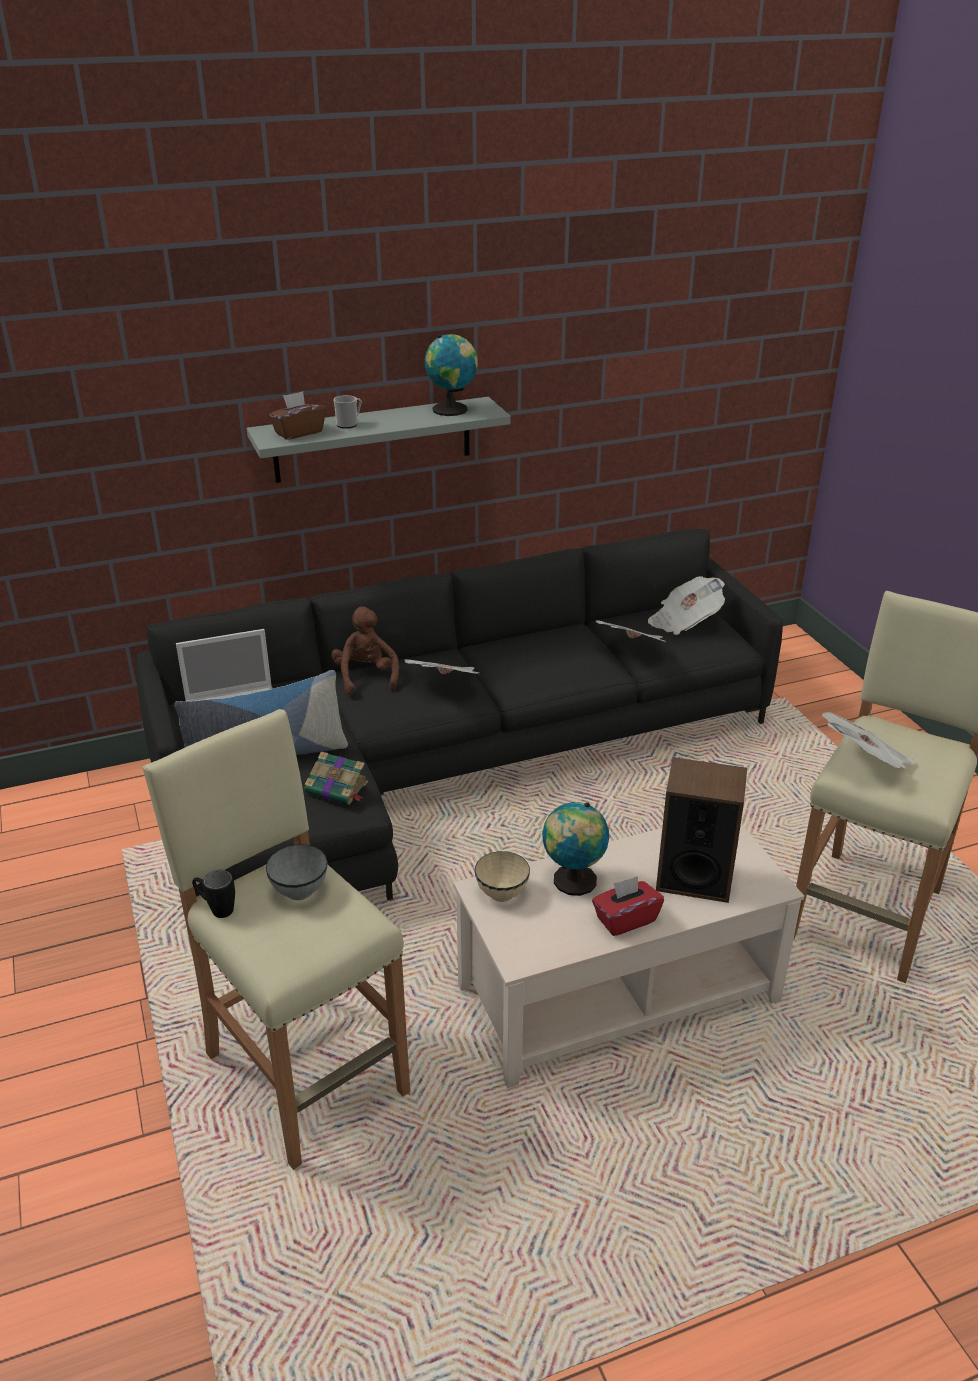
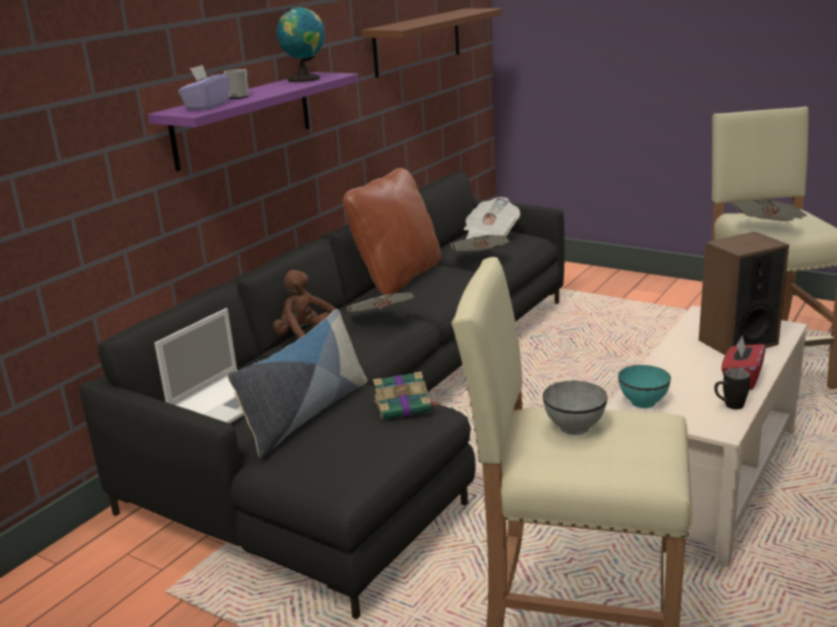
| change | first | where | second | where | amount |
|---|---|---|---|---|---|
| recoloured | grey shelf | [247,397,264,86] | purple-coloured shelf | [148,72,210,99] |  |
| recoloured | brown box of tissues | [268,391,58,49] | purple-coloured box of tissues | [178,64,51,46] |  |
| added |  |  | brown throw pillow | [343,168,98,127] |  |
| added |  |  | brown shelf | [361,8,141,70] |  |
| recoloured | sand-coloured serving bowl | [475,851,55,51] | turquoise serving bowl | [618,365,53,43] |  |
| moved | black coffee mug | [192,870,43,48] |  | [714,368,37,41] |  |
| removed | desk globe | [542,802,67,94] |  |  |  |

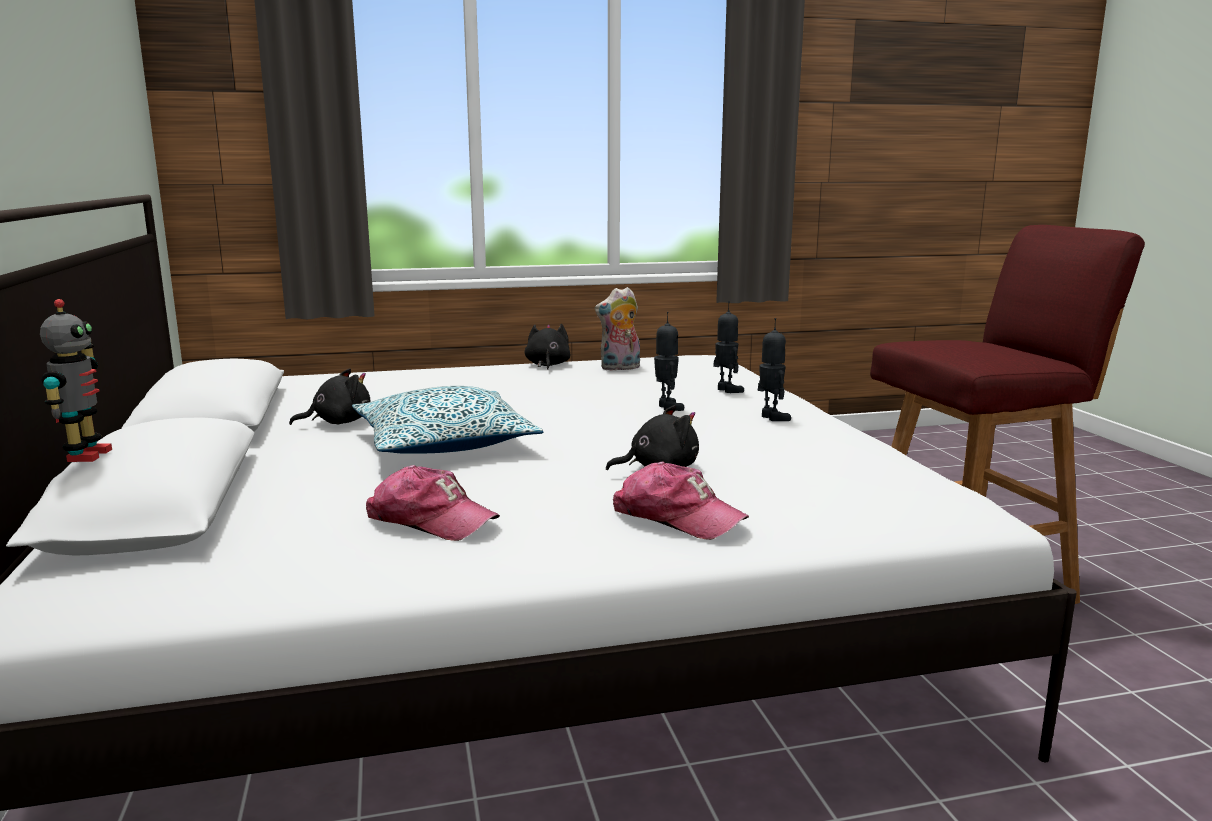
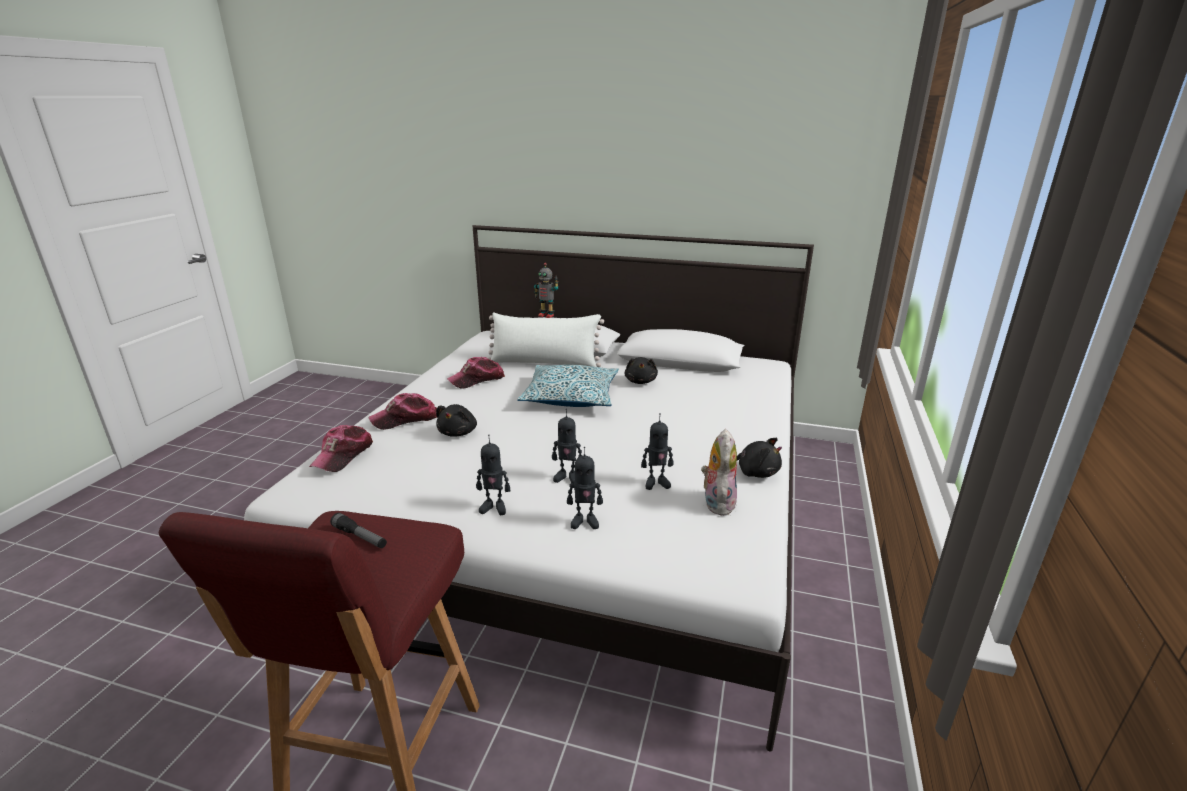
| change | first | where | second | where | amount |
|---|---|---|---|---|---|
| added |  |  | peaked cap | [309,425,64,47] |  |
| added |  |  | torch | [330,513,57,35] |  |
| added |  |  | whitish throw pillow | [488,313,116,54] |  |
| added |  |  | robot figure | [641,414,33,76] |  |

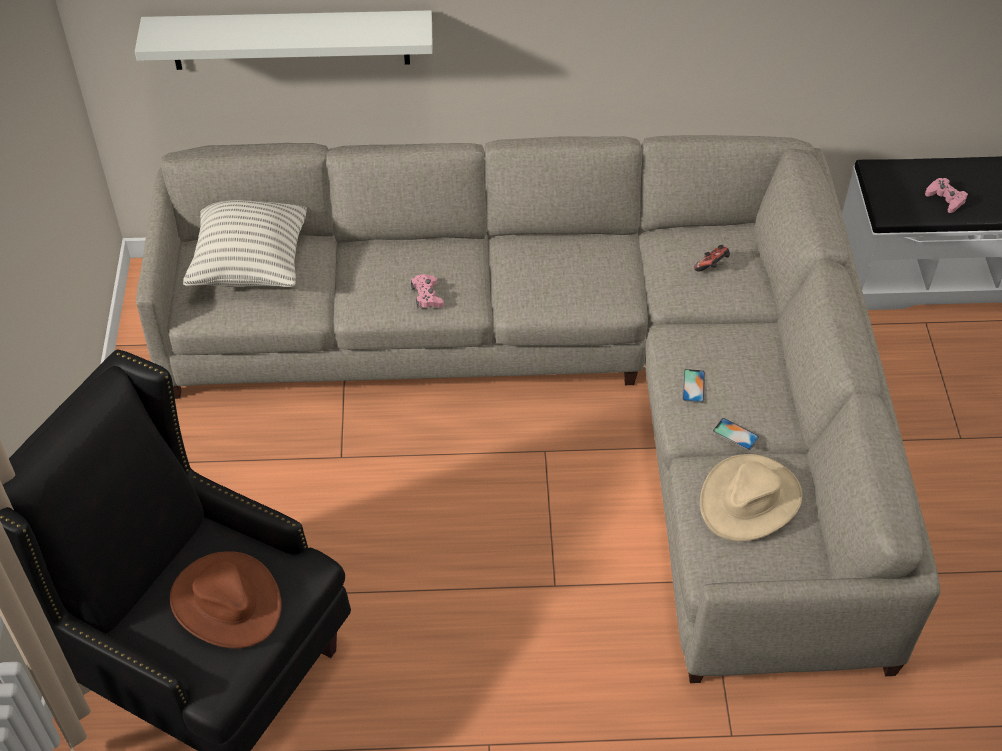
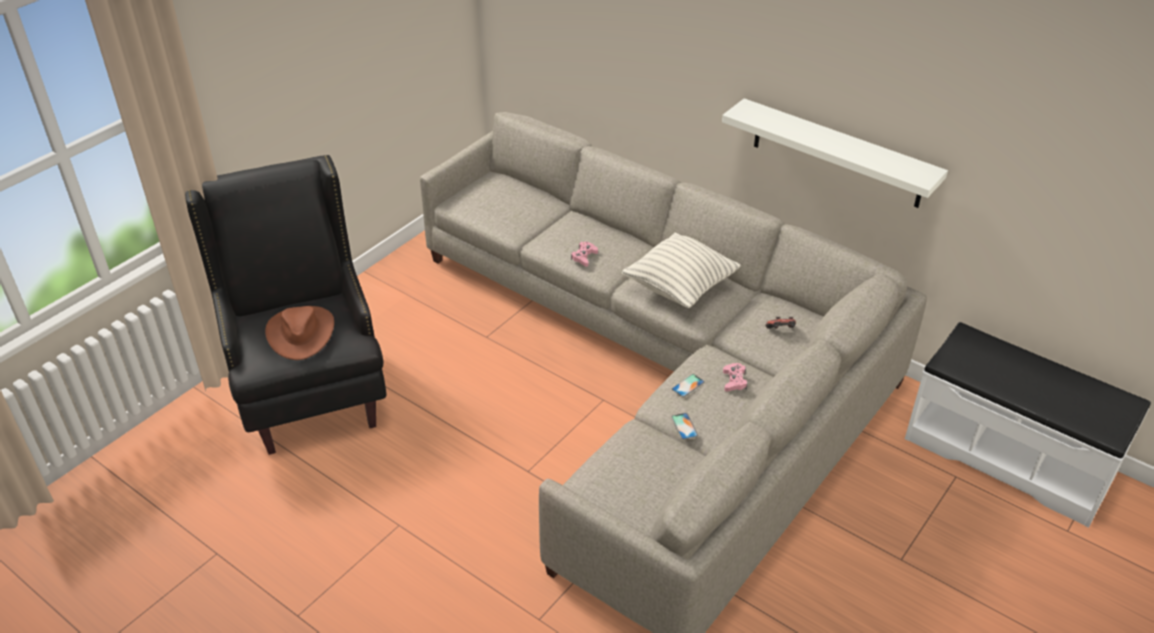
| change | first | where | second | where | amount |
|---|---|---|---|---|---|
| moved | throw pillow | [183,200,124,87] |  | [622,233,119,75] |  |
| moved | whitish shelf | [135,10,298,60] |  | [722,98,226,110] |  |
| moved | pink game controller | [925,178,43,35] |  | [723,363,24,28] |  |
| removed | sand-coloured wearable hat | [700,454,102,87] |  |  |  |

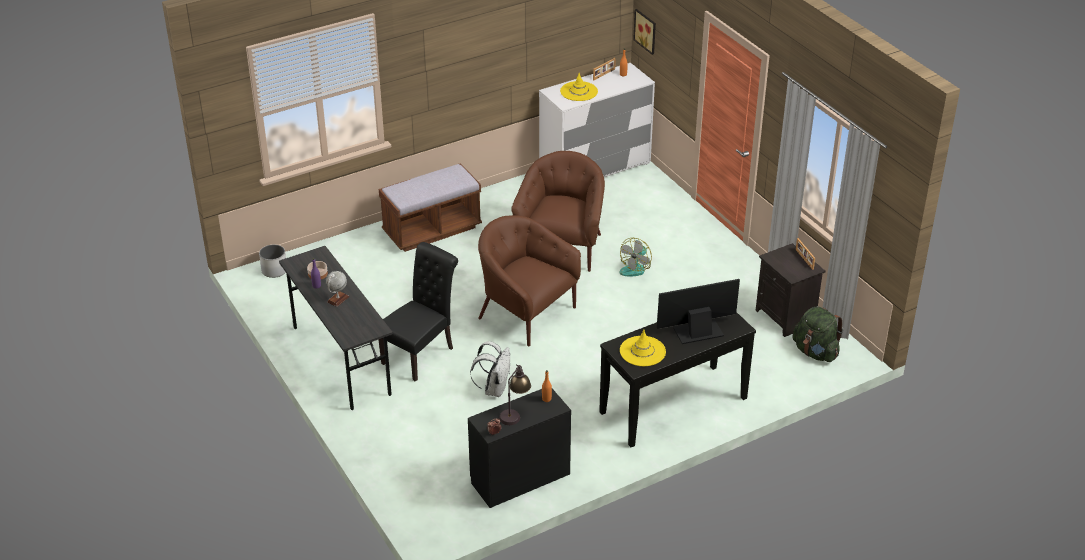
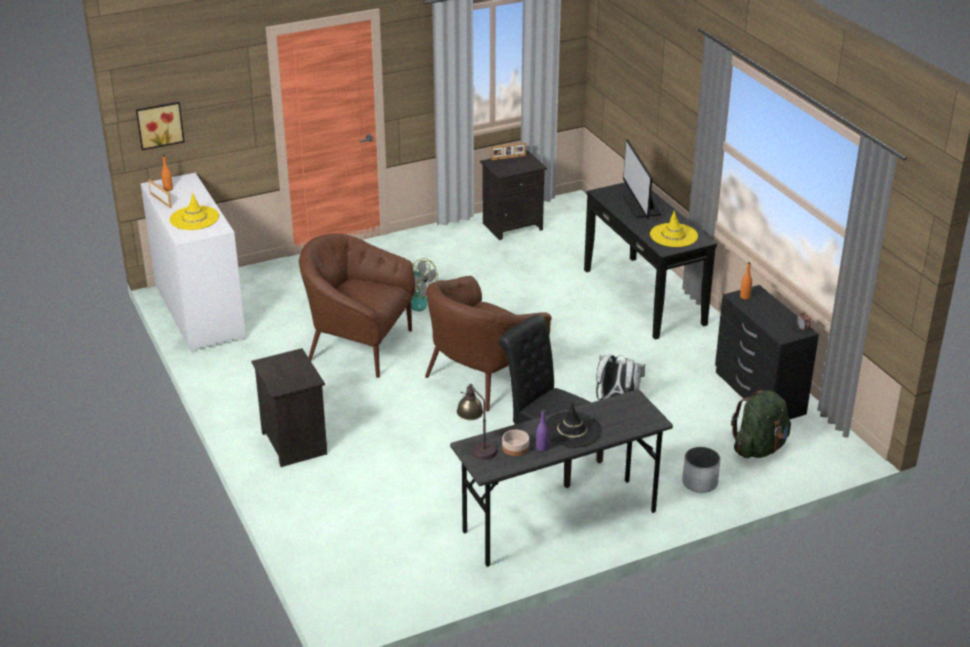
| change | first | where | second | where | amount |
|---|---|---|---|---|---|
| replaced | brown bench | [379,163,103,89] | black night table | [251,348,76,119] |  |
| moved | tabletop lamp | [499,364,32,61] |  | [457,384,40,76] |  |
| replaced | desk globe | [326,271,23,36] | black wearable hat | [546,402,56,46] |  |
| moved | whitish plant pot | [259,245,27,33] |  | [682,447,38,46] |  |
| moved | greenish rucksack | [792,306,51,56] |  | [731,391,60,67] |  |

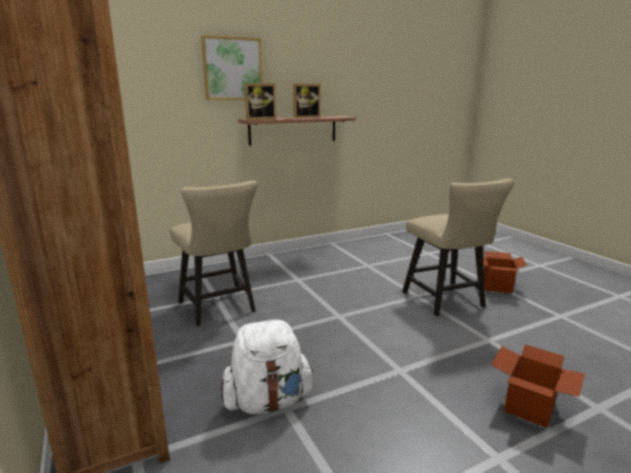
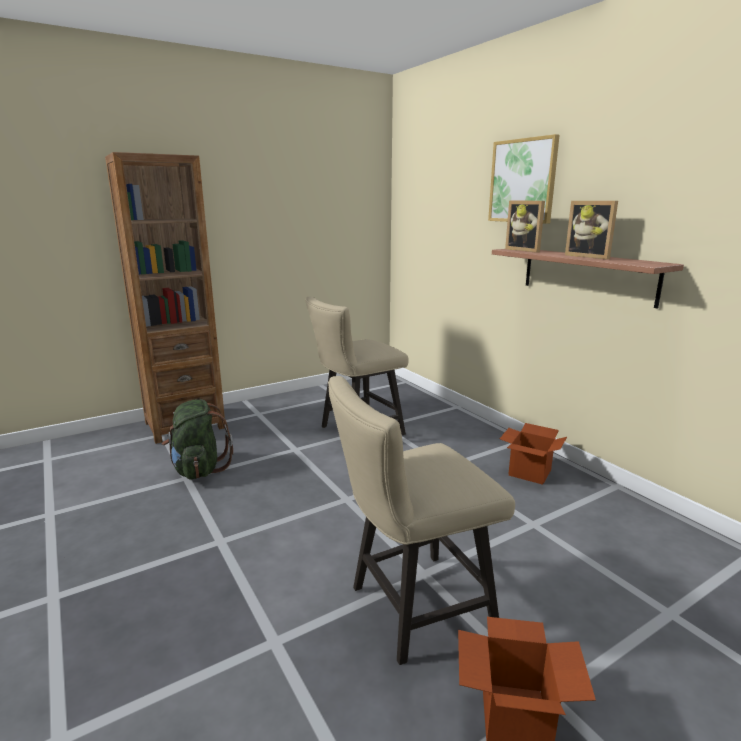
| change | first | where | second | where | amount |
|---|---|---|---|---|---|
| recoloured | whitish rucksack | [221,320,93,94] | greenish rucksack | [162,399,71,80] |  |
| moved | carton | [491,344,94,84] |  | [500,423,67,62] |  |

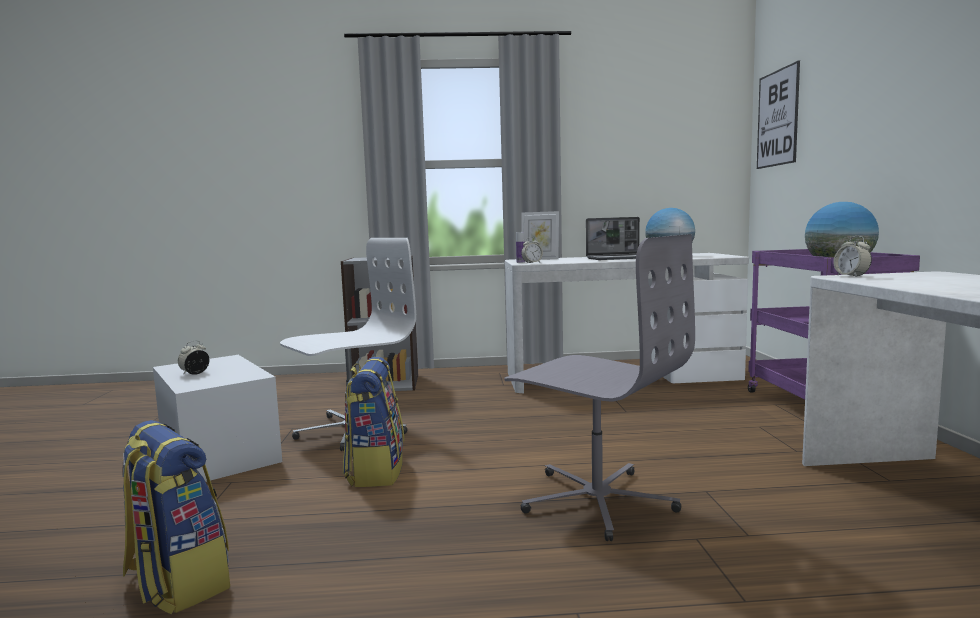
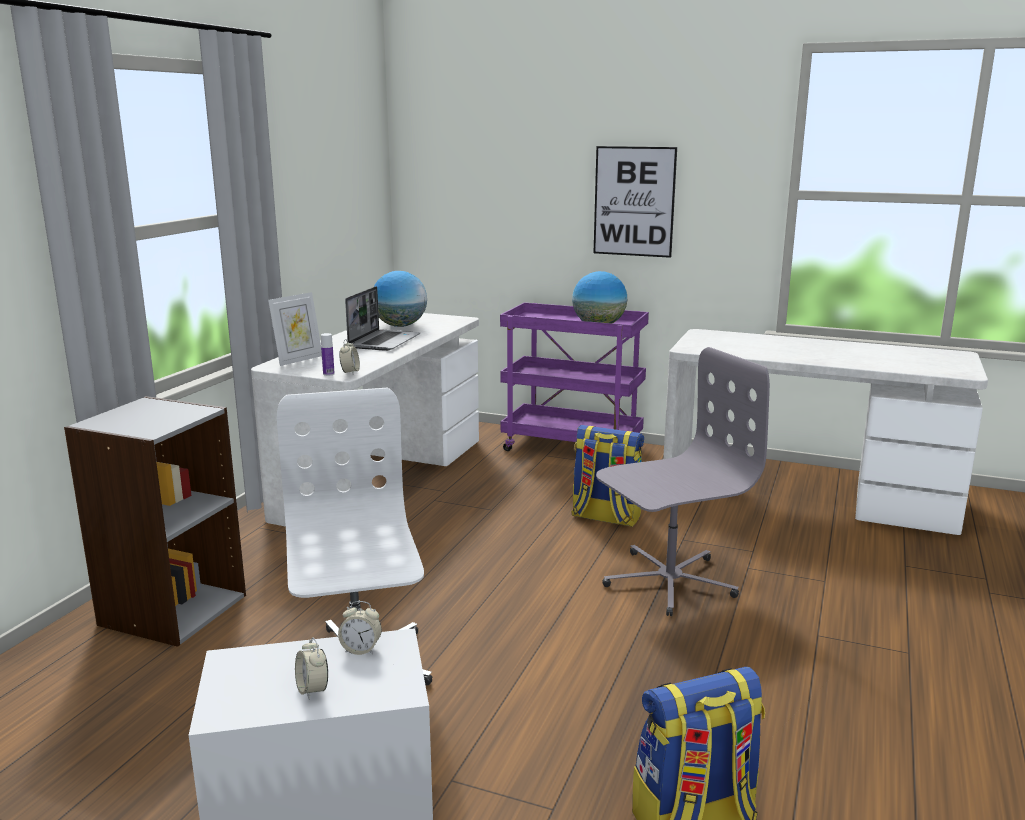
| change | first | where | second | where | amount |
|---|---|---|---|---|---|
| moved | table clock | [833,236,39,41] |  | [338,601,44,54] |  |
| moved | rucksack | [343,357,61,130] |  | [571,425,73,102] |  |
| moved | wall art | [757,61,43,108] |  | [594,146,83,112] |  |

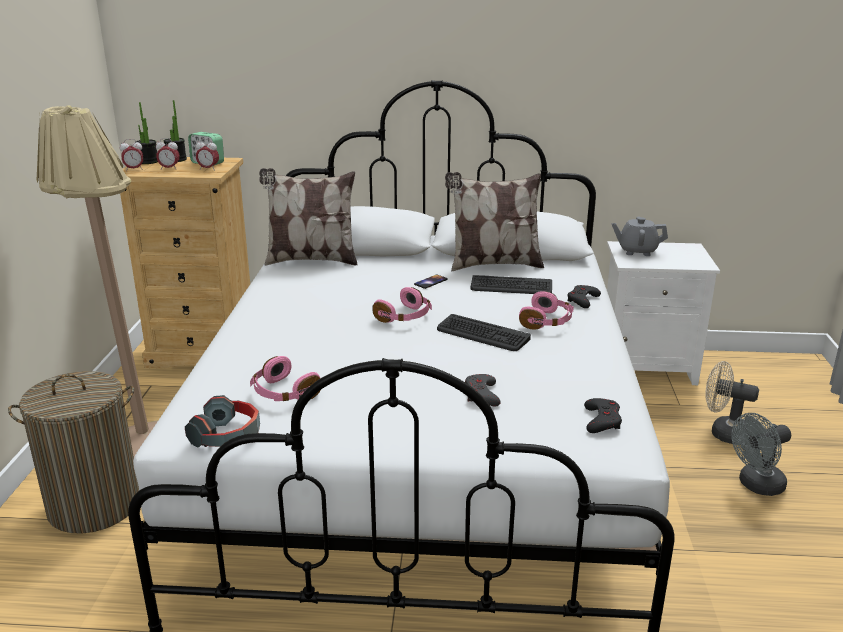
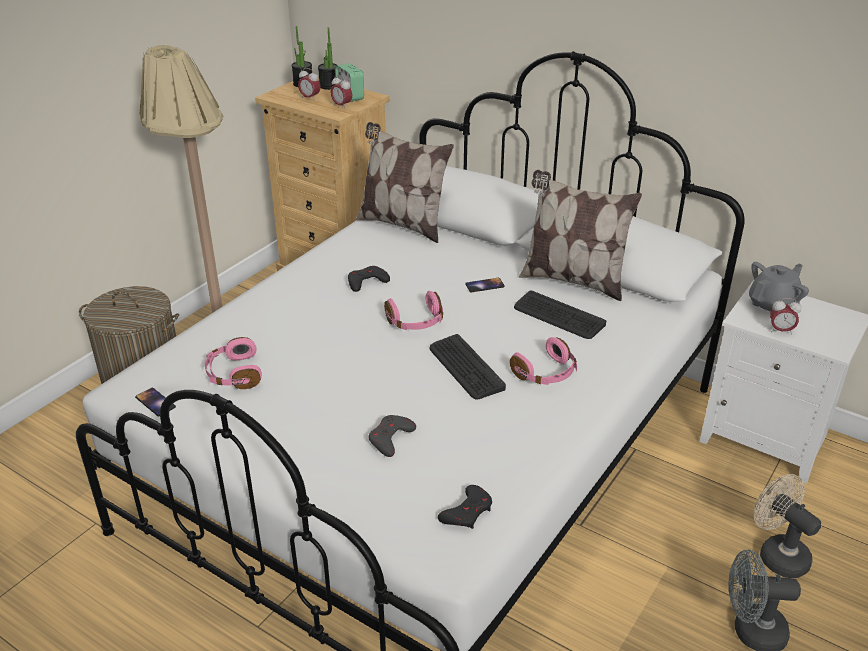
| change | first | where | second | where | amount |
|---|---|---|---|---|---|
| replaced | headphones | [185,395,75,52] | phone | [135,388,41,29] |  |
| moved | black game controller | [567,285,34,23] |  | [348,266,42,26] |  |
| turned | grey pot for tea | [611,217,57,39] |  | [749,262,60,50] | 105 degrees clockwise |
| moved | table clock | [119,139,24,32] |  | [770,298,31,36] |  |

